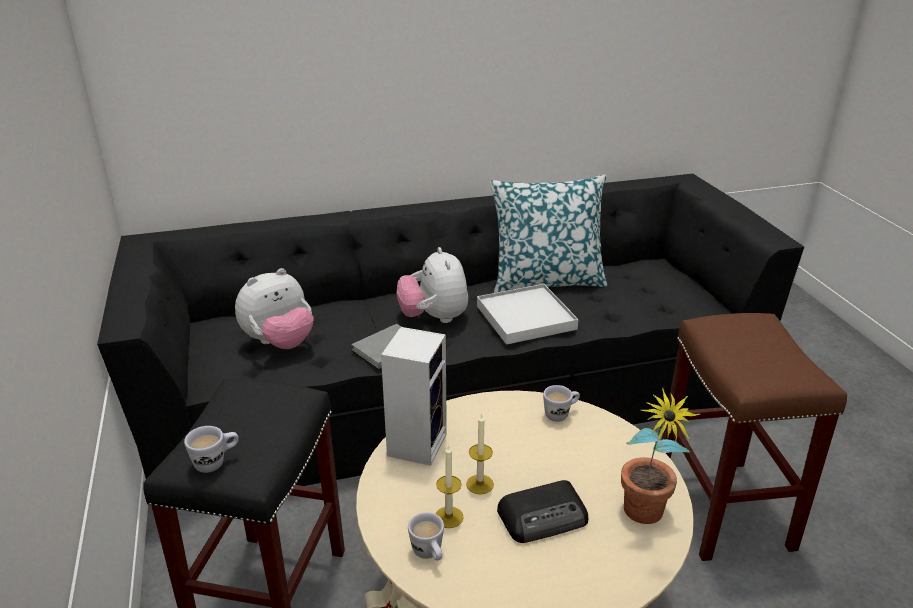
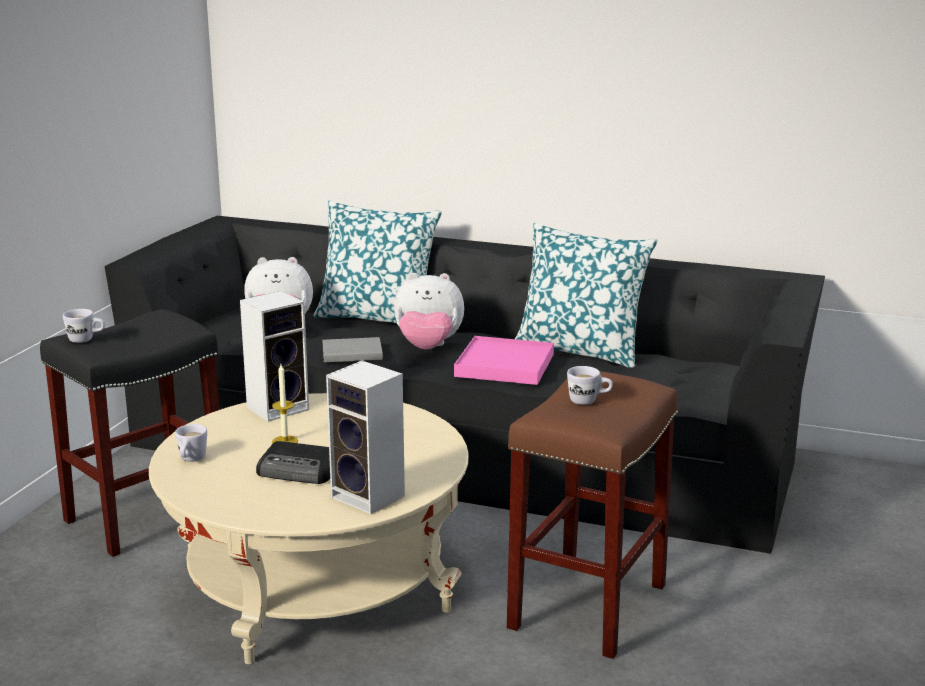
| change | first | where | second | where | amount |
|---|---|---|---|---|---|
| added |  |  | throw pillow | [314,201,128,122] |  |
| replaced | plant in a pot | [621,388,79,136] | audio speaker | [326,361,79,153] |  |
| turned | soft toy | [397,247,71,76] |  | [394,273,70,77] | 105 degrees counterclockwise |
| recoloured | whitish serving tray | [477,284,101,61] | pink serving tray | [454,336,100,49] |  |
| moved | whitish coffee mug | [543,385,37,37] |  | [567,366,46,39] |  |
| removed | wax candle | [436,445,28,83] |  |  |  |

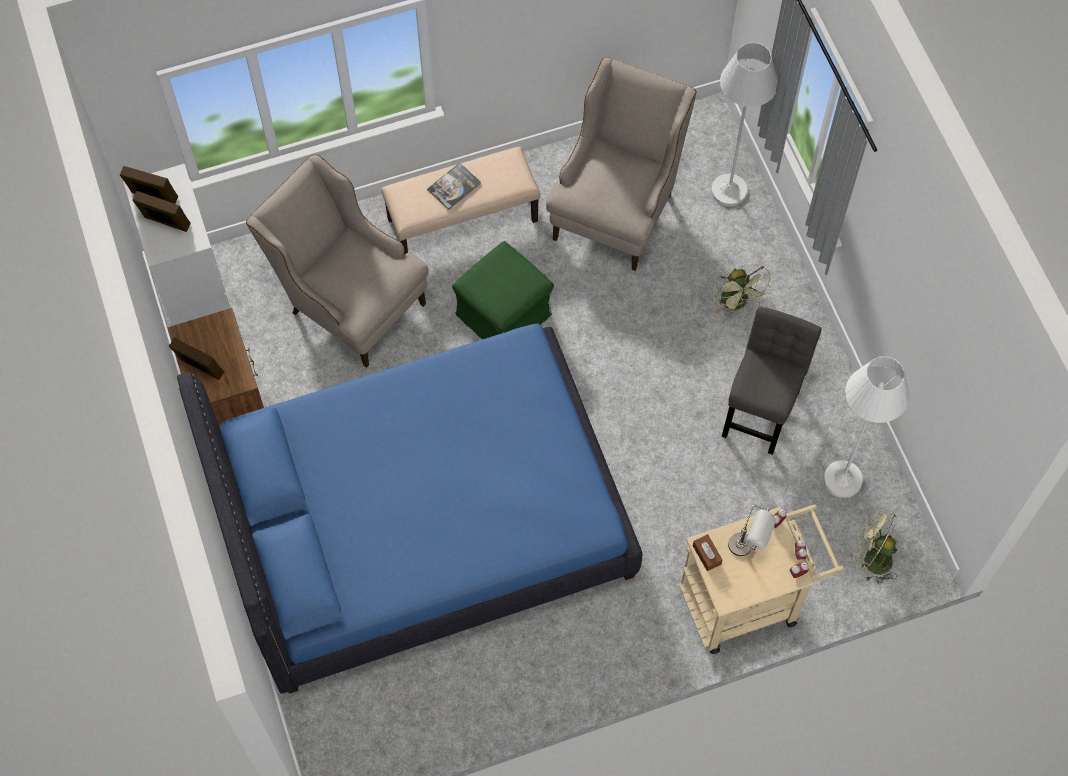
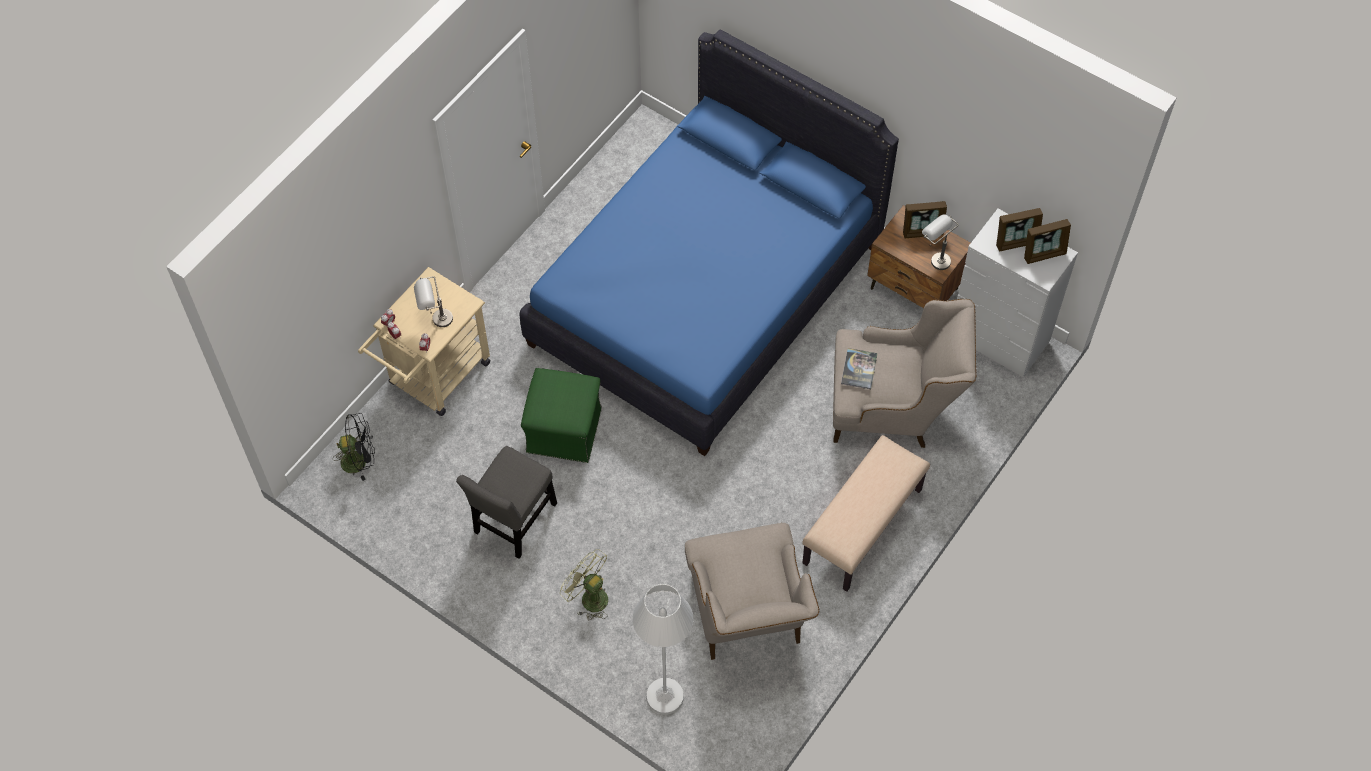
| change | first | where | second | where | amount |
|---|---|---|---|---|---|
| recoloured | greenish fan | [851,508,47,76] | black fan | [333,413,42,68] |  |
| turned | grey plain chair | [722,307,100,148] |  | [456,446,101,113] | 45 degrees clockwise |
| moved | greenish footrest | [452,241,102,98] |  | [521,368,81,95] |  |
| moved | volume | [427,163,54,47] |  | [841,348,37,41] |  |
| added |  |  | grey tabletop lamp | [922,214,37,56] |  |
| removed | brown box of tissues | [693,534,29,37] |  |  |  |
| removed | whitish standard lamp | [823,356,86,142] |  |  |  |

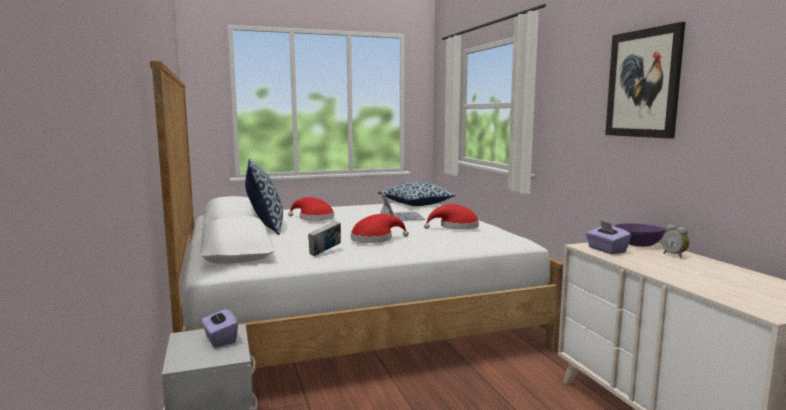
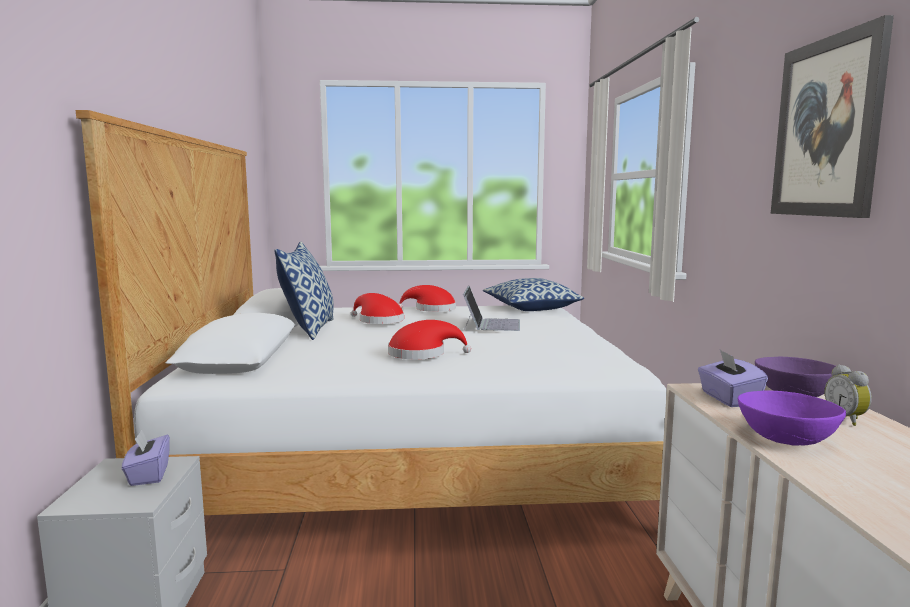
| change | first | where | second | where | amount |
|---|---|---|---|---|---|
| moved | reddish wearable hat | [424,204,55,26] |  | [399,285,57,27] |  |
| added |  |  | purple-coloured serving bowl | [738,390,108,55] |  |
| removed | volume | [308,221,33,35] |  |  |  |

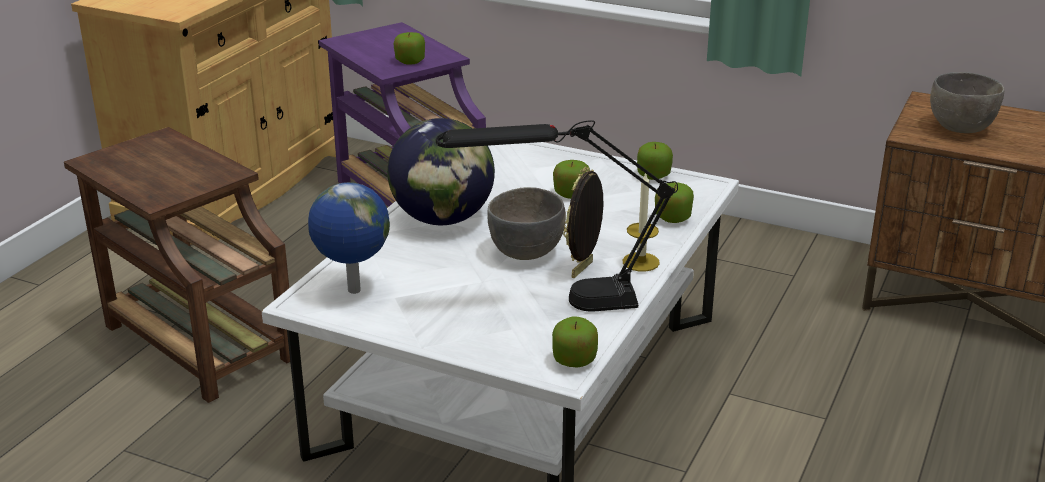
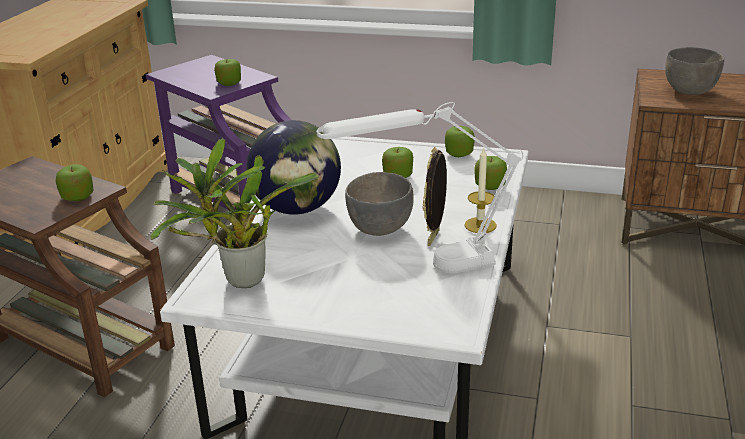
| change | first | where | second | where | amount |
|---|---|---|---|---|---|
| moved | whole apple | [552,316,46,52] |  | [56,164,37,37] |  |
| replaced | desk globe | [308,182,82,112] | plant in a pot | [150,138,168,150] |  |
| recoloured | black tabletop lamp | [436,120,242,192] | whitish tabletop lamp | [317,102,206,171] |  |

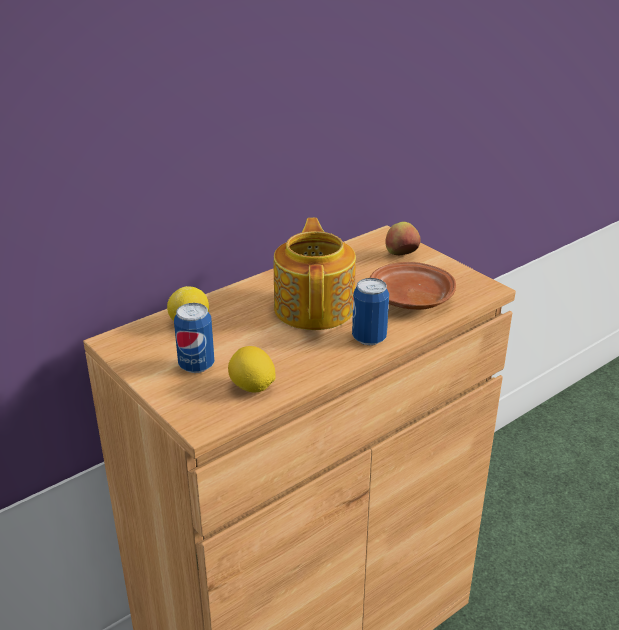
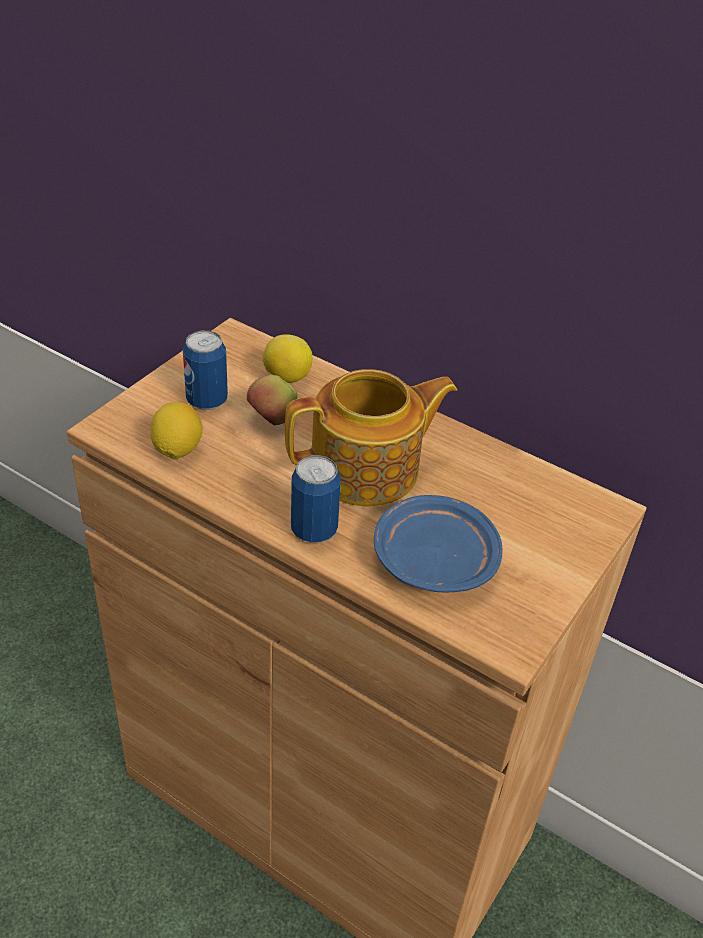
| change | first | where | second | where | amount |
|---|---|---|---|---|---|
| moved | whole apple | [385,222,36,33] |  | [247,375,51,50] |  |
| recoloured | brown plate | [370,262,86,48] | blue-coloured plate | [374,495,129,98] |  |

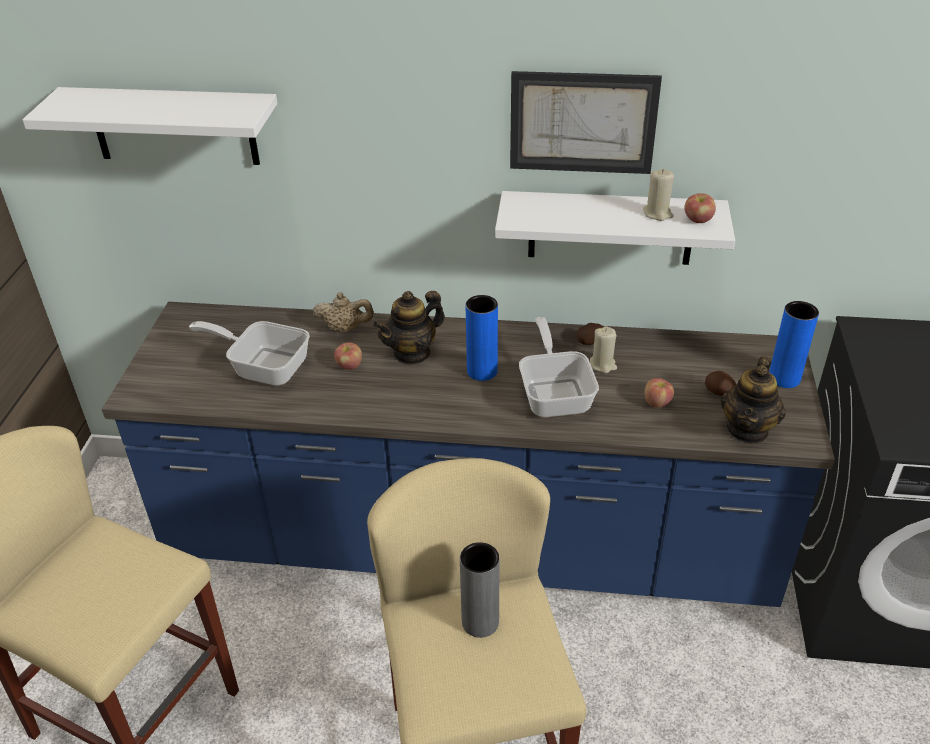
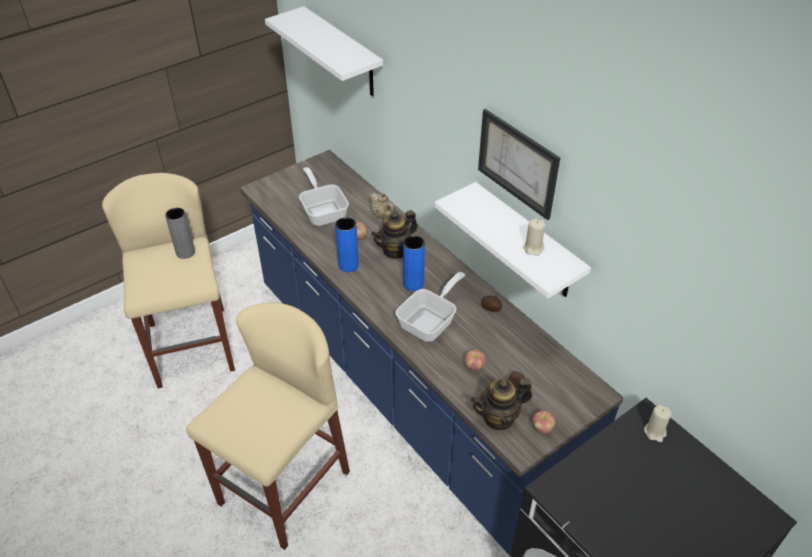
| change | first | where | second | where | amount |
|---|---|---|---|---|---|
| moved | grey flower vase | [460,542,40,96] |  | [165,208,30,51] |  |
| moved | blue-coloured flower vase | [769,301,50,87] |  | [335,217,24,55] |  |
| turned | pot for tea | [373,291,72,74] |  | [371,210,47,49] | 45 degrees counterclockwise |
| moved | whole apple | [684,193,32,30] |  | [532,411,23,23] |  |
| moved | sand-coloured wax candle | [590,326,27,47] |  | [644,404,27,38] |  |

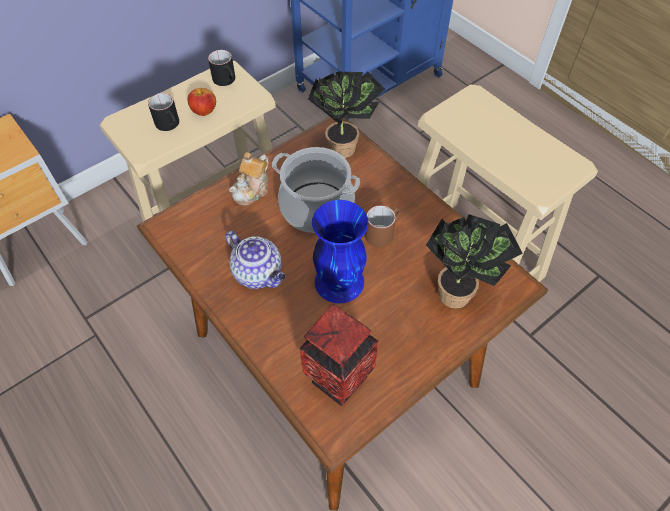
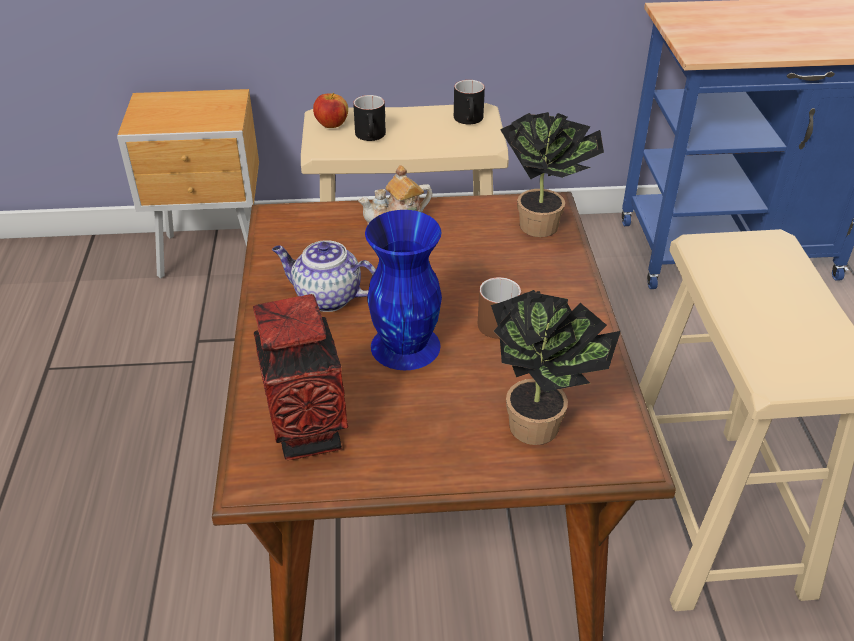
| change | first | where | second | where | amount |
|---|---|---|---|---|---|
| turned | pot for tea | [225,231,61,58] |  | [272,240,104,72] | 120 degrees clockwise |
| moved | whole apple | [187,88,29,28] |  | [313,93,35,35] |  |
| removed | stockpot | [272,147,88,86] |  |  |  |

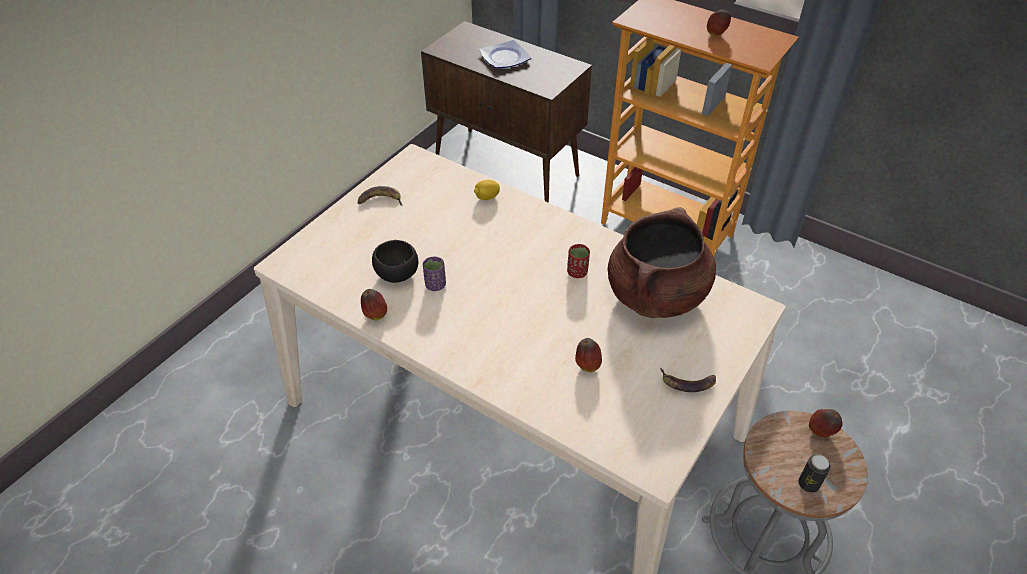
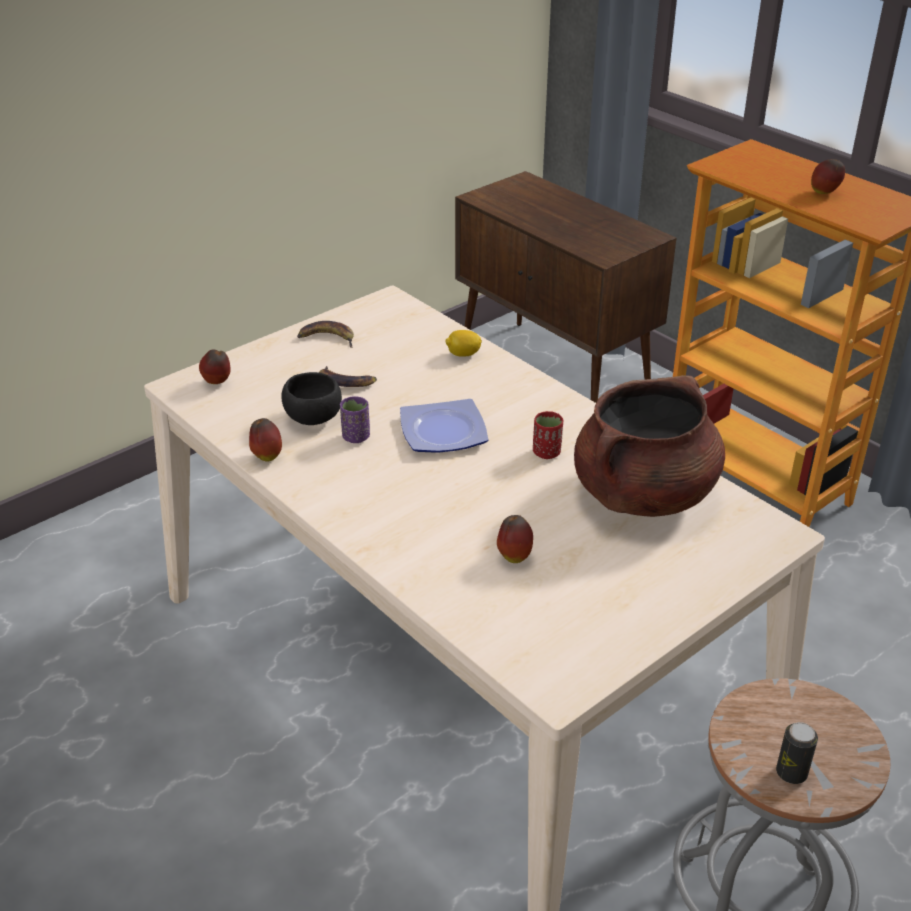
| change | first | where | second | where | amount |
|---|---|---|---|---|---|
| moved | whole apple | [809,409,33,28] |  | [199,350,32,34] |  |
| moved | whole banana | [660,368,56,24] |  | [319,366,58,21] |  |
| moved | plate | [479,40,52,29] |  | [400,399,88,54] |  |

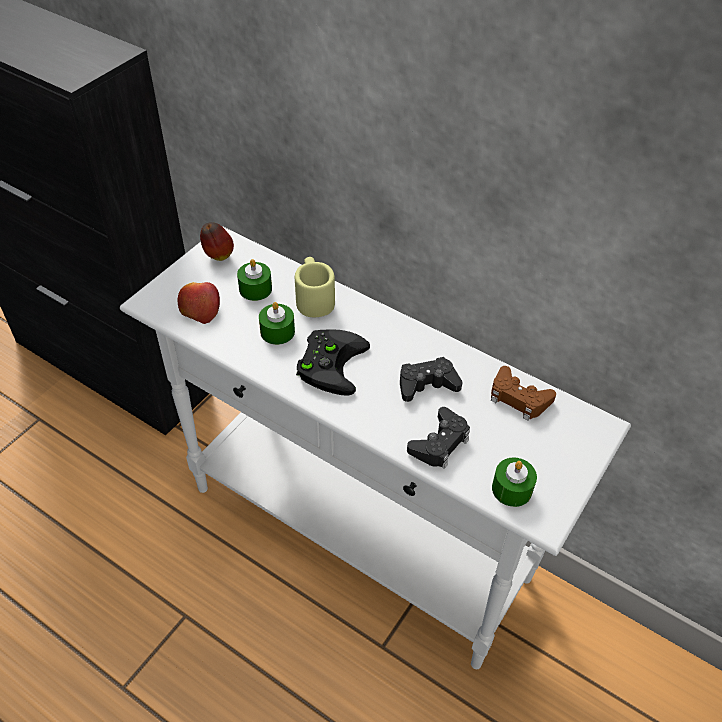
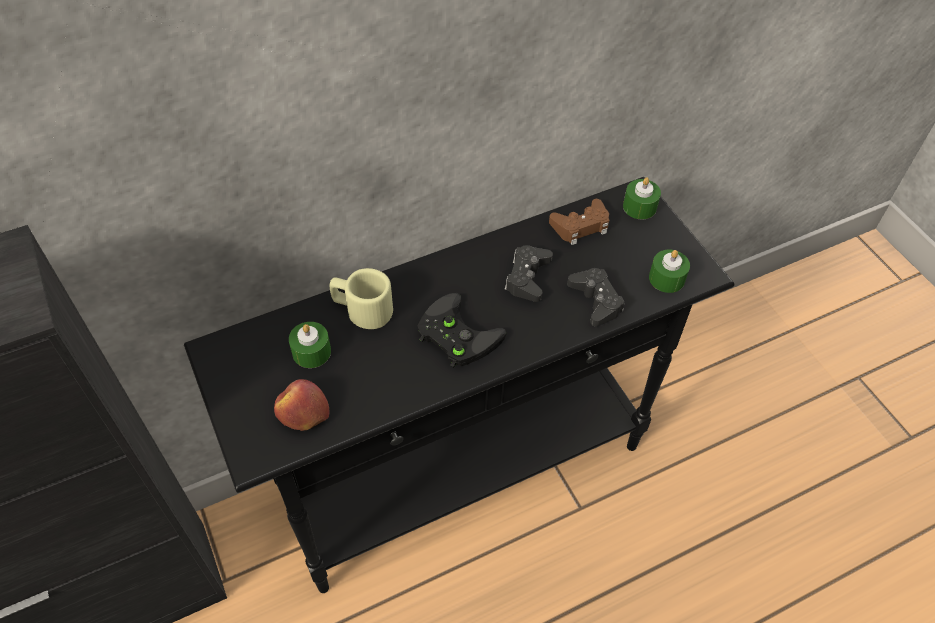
| change | first | where | second | where | amount |
|---|---|---|---|---|---|
| recoloured | whitish hall table | [120,226,511,443] | black hall table | [184,177,551,416] |  |
| moved | greenish wax candle | [259,302,36,43] |  | [623,177,38,42] |  |
| removed | whole apple | [200,222,34,39] |  |  |  |

